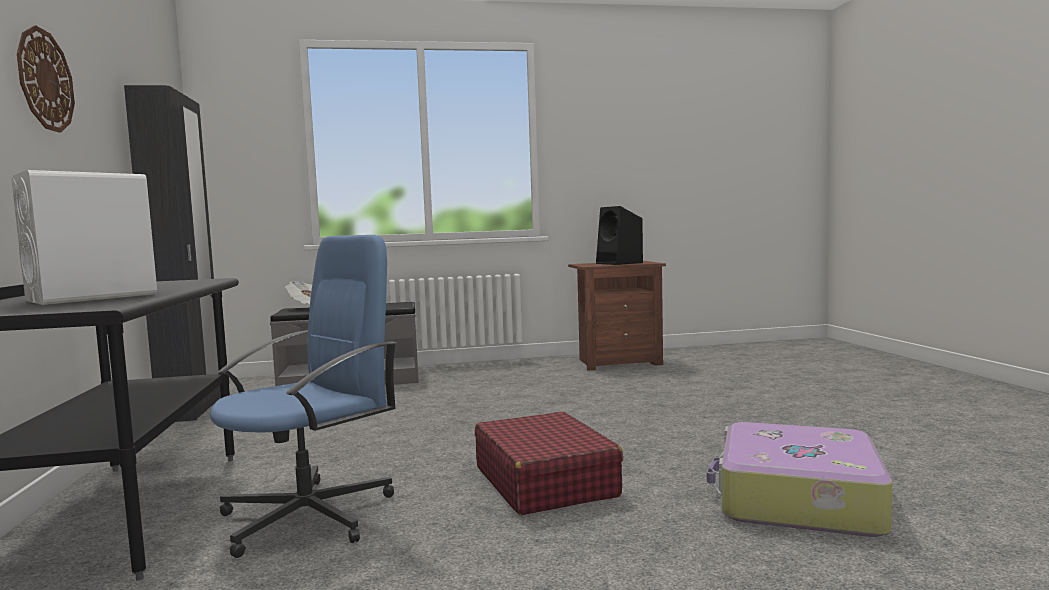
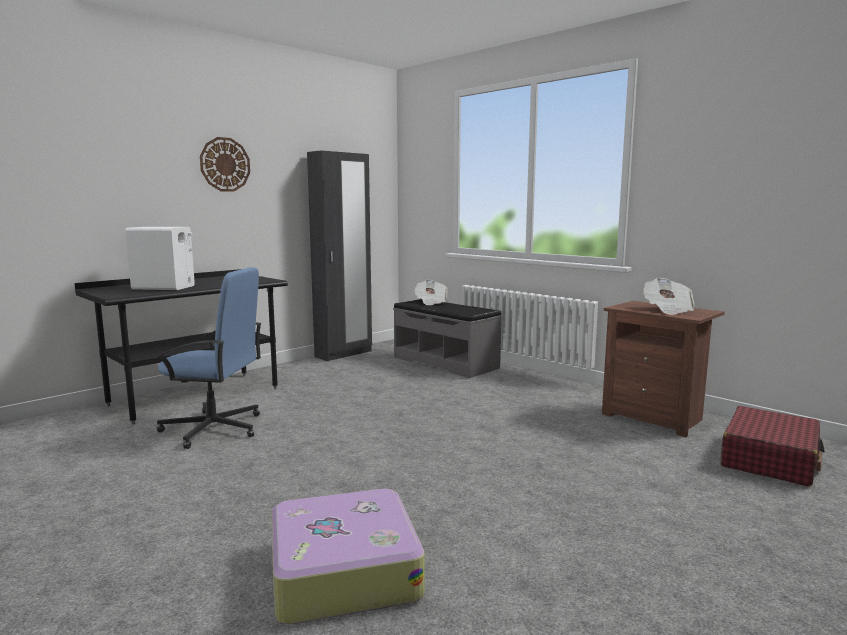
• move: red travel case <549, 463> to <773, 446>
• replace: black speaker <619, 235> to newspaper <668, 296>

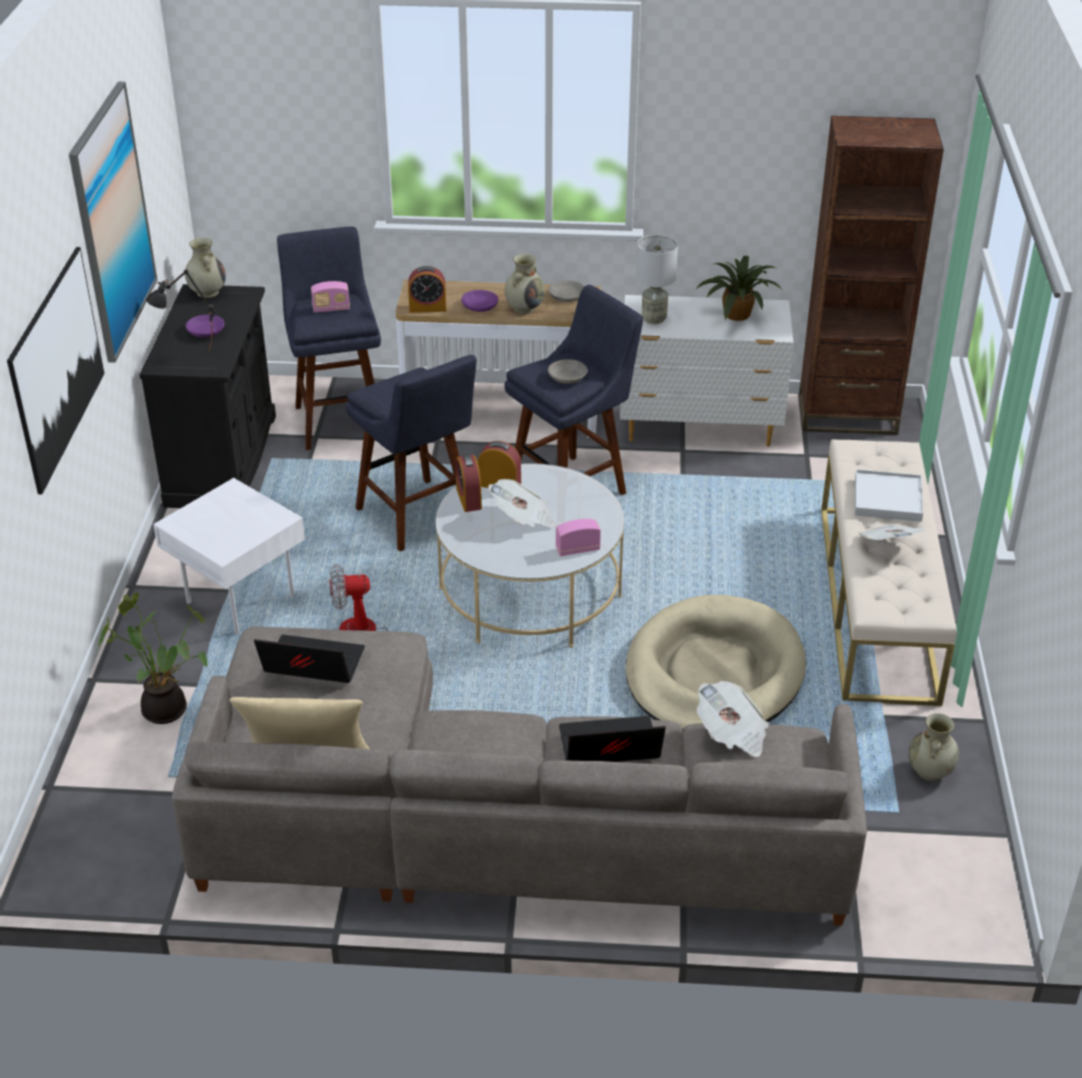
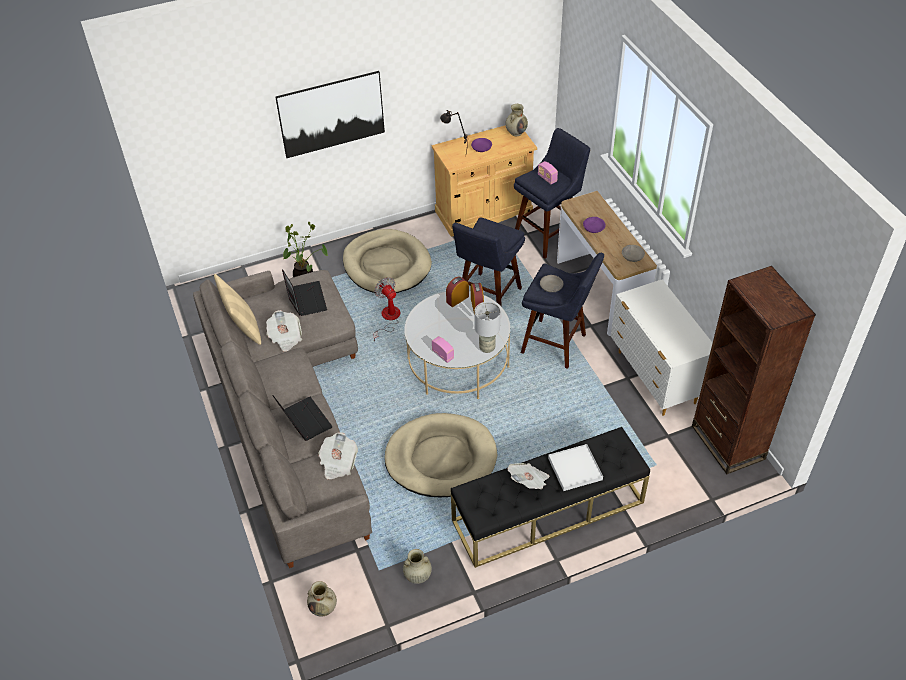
• delete: wall art <113, 222>
• recolor: black storage cabinet <207, 396> to beige storage cabinet <484, 181>
• replace: white end table <229, 556> to beige pet bed <387, 261>
• delete: alarm clock <427, 289>
• move: newspaper <522, 503> to <284, 331>
• move: beige flower vase <525, 284> to <322, 598>
• move: grey lamp for a table <657, 279> to <487, 327>
• delete: plant in a pot <739, 288>
• recolor: beige bench <889, 572> to black bench <550, 497>

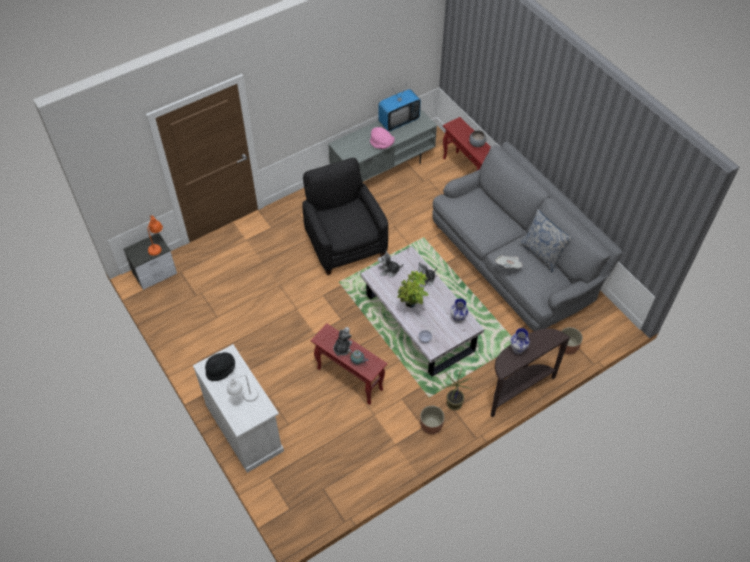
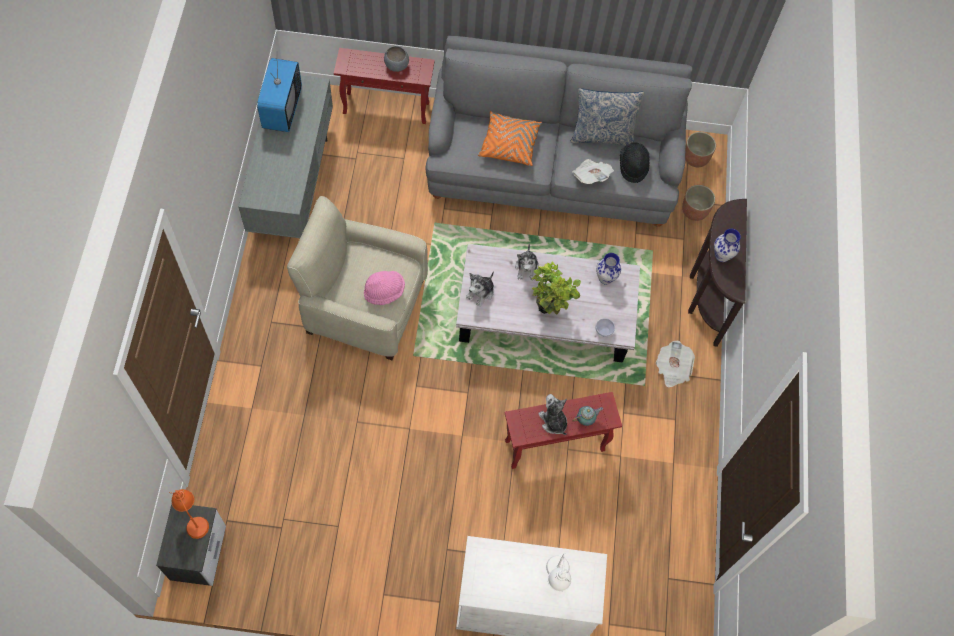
• move: black hat <220, 366> to <635, 162>
• recolor: black armchair <345, 216> to beige armchair <357, 278>
• move: pink-coloured hat <382, 138> to <384, 288>
• move: flower pot <432, 420> to <700, 149>
• replace: plant in a pot <456, 390> to newspaper <675, 364>
• insert: orangey throw pillow <510, 138>

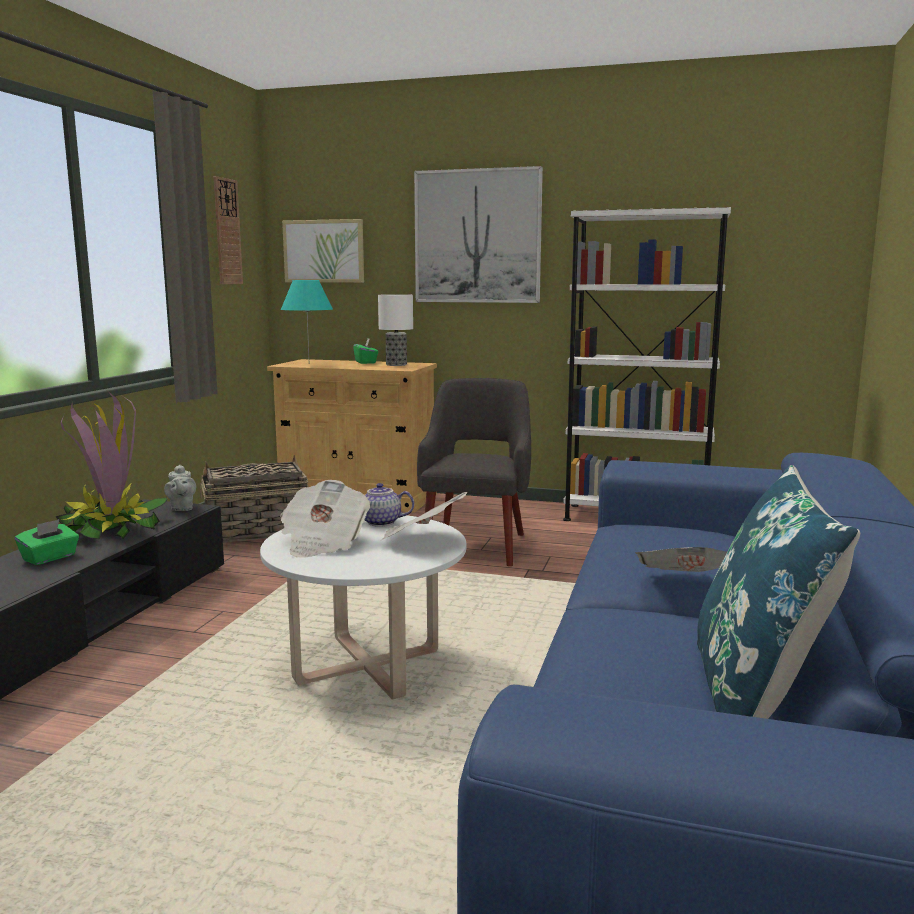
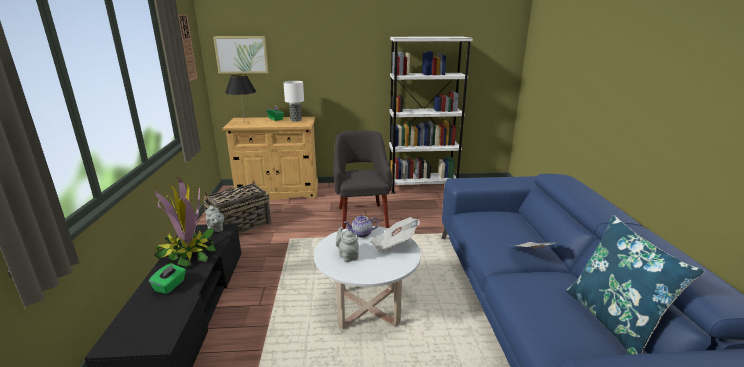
• replace: newspaper <325, 519> to grey teapot <347, 244>
• recolor: turquoise-coloured lamp for a table <307, 318> to black lamp for a table <240, 98>
• delete: wall art <478, 234>

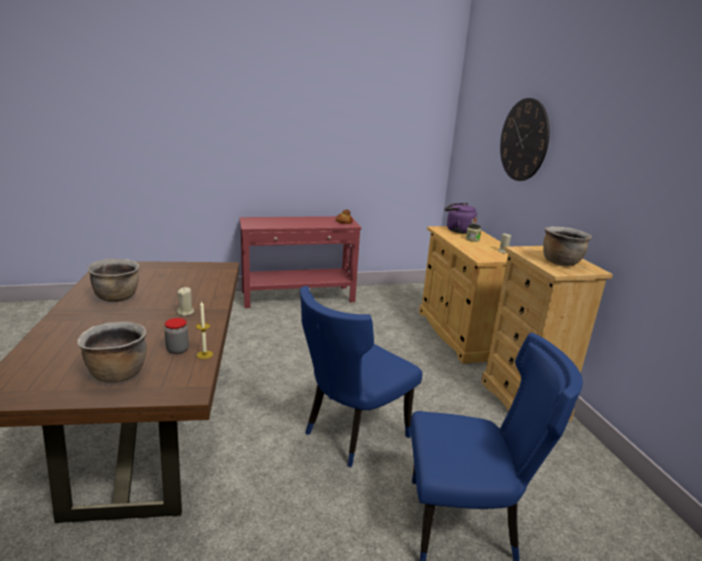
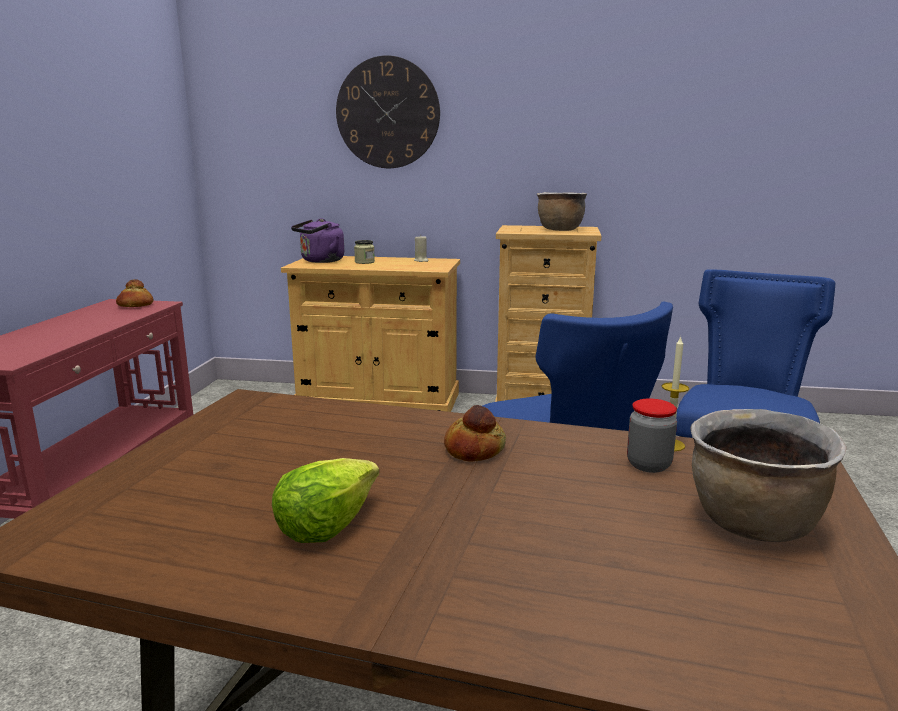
• replace: brown stockpot <113, 280> to lettuce head <325, 500>
• replace: beige candle <185, 301> to baked bread <475, 433>

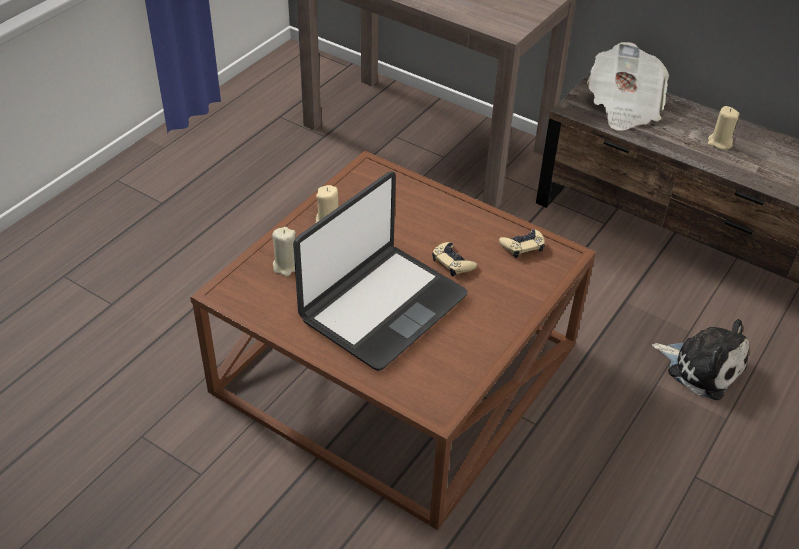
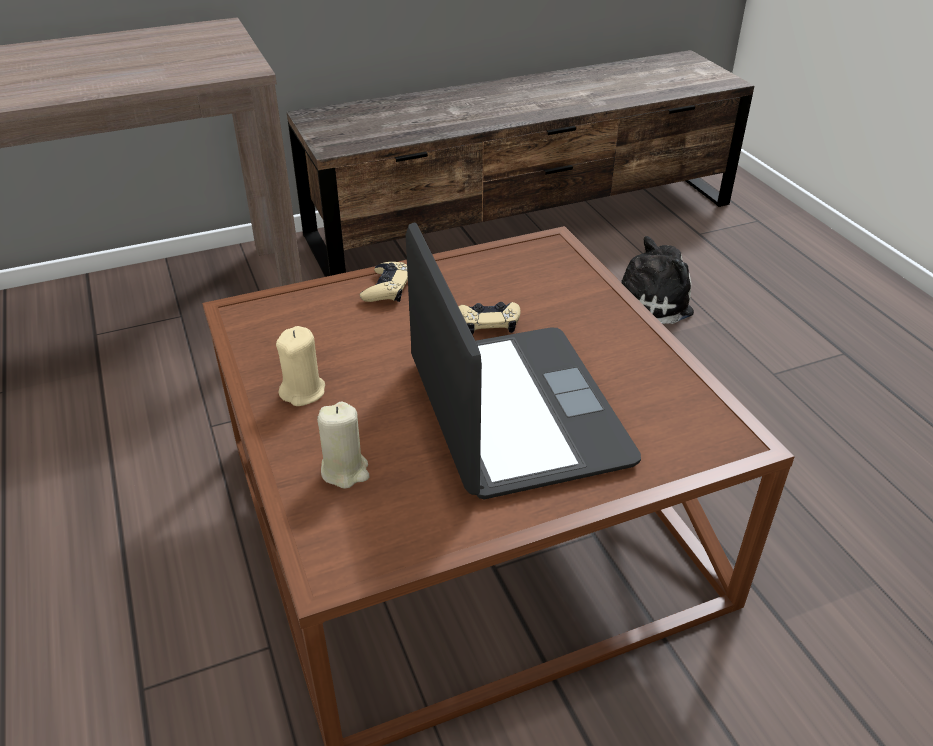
• move: beige game controller <522, 243> to <384, 282>
• delete: newspaper <628, 86>
• delete: beige candle <723, 128>

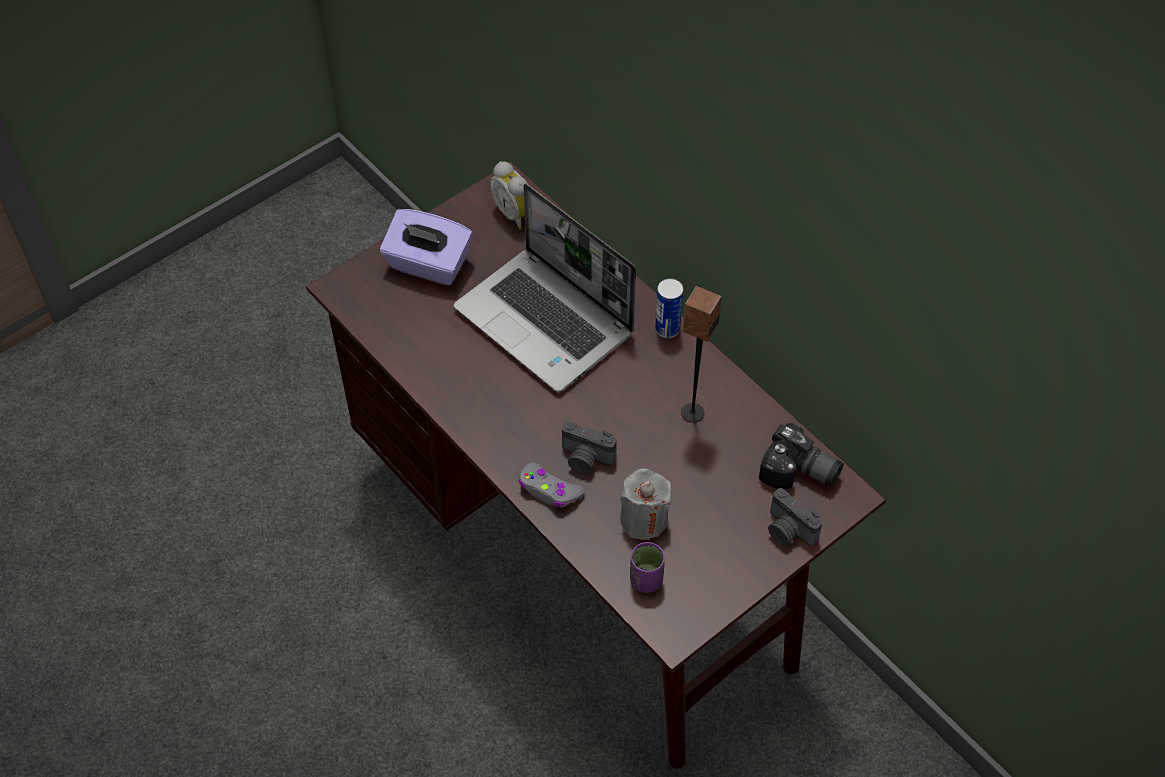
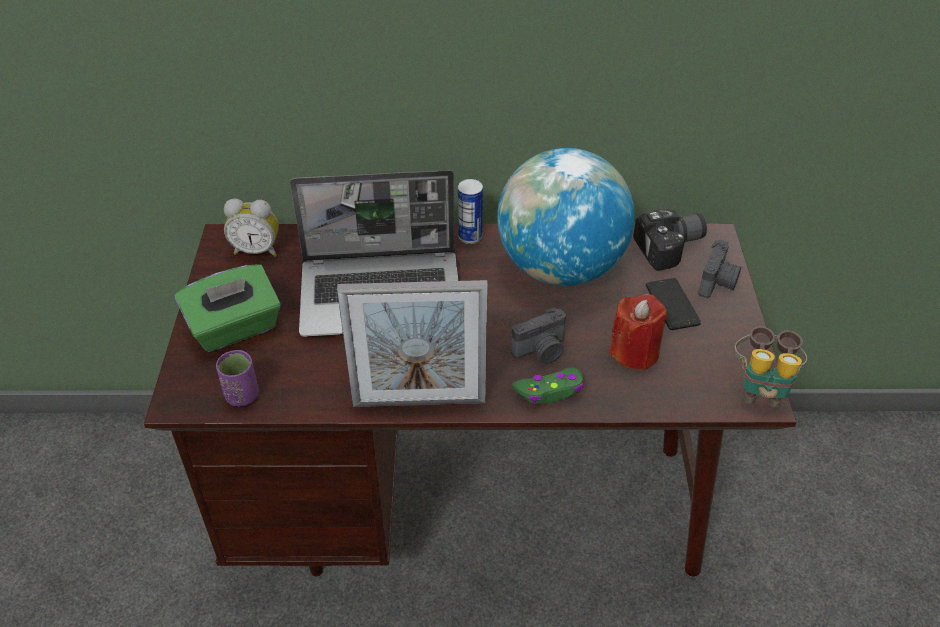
• recolor: purple tissue holder <426, 247> to greenish tissue holder <228, 308>
• recolor: grey game controller <551, 485> to greenish game controller <547, 385>
• recolor: grey candle <645, 504> to red candle <638, 332>
• move: purple cup <647, 567> to <237, 378>
• replace: speaker <701, 354> to world globe <566, 217>
• rotate: photo camera <795, 517> = <719, 269> 60 degrees counterclockwise
• insert: photo frame <412, 343>
• insert: handset <673, 304>
• insert: pair of binoculars <770, 367>

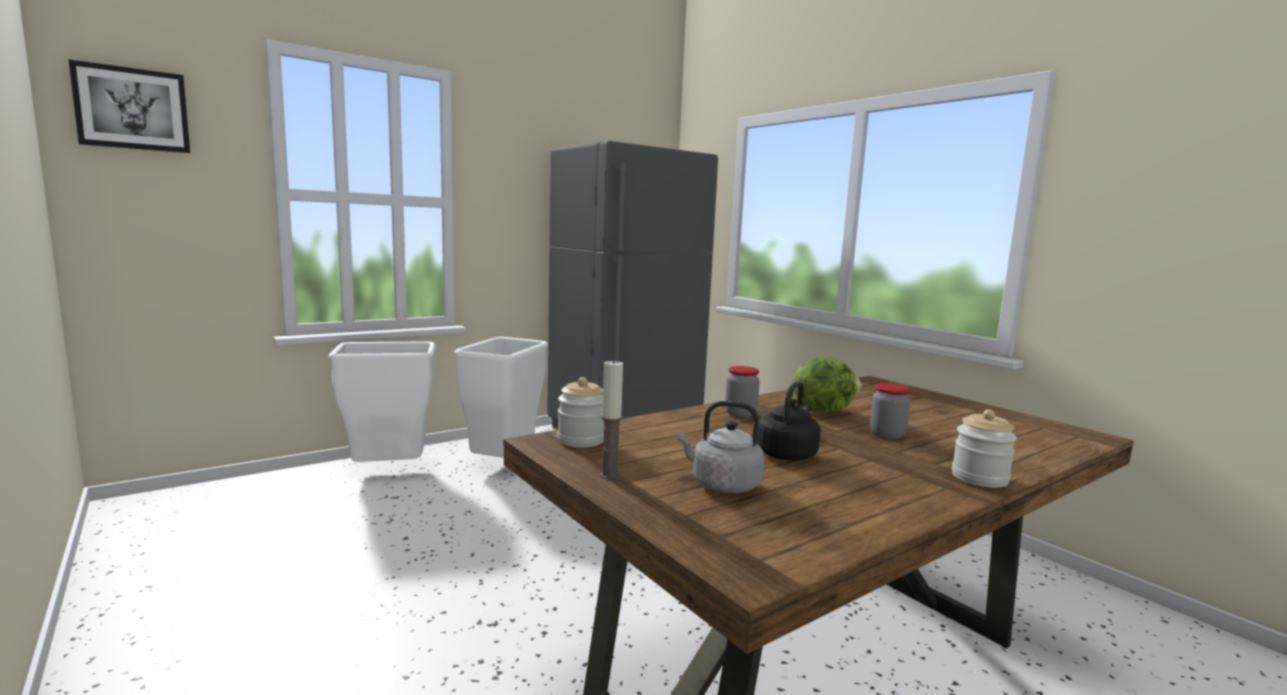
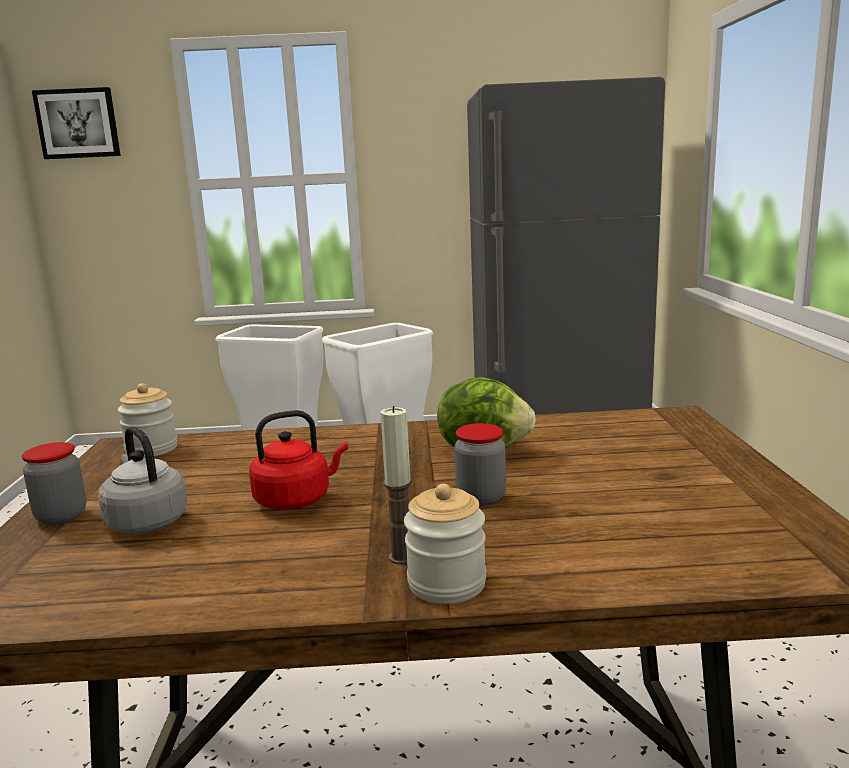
• move: candle <611, 419> to <396, 485>
• move: storage jar <742, 392> to <54, 483>
• recolor: black tea kettle <789, 421> to red tea kettle <298, 460>

